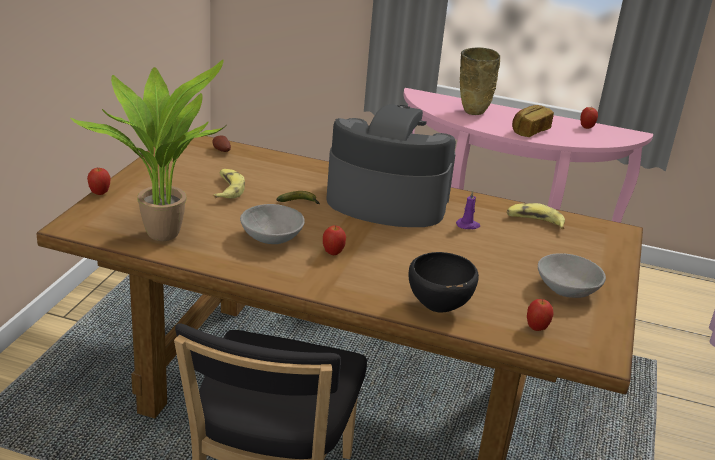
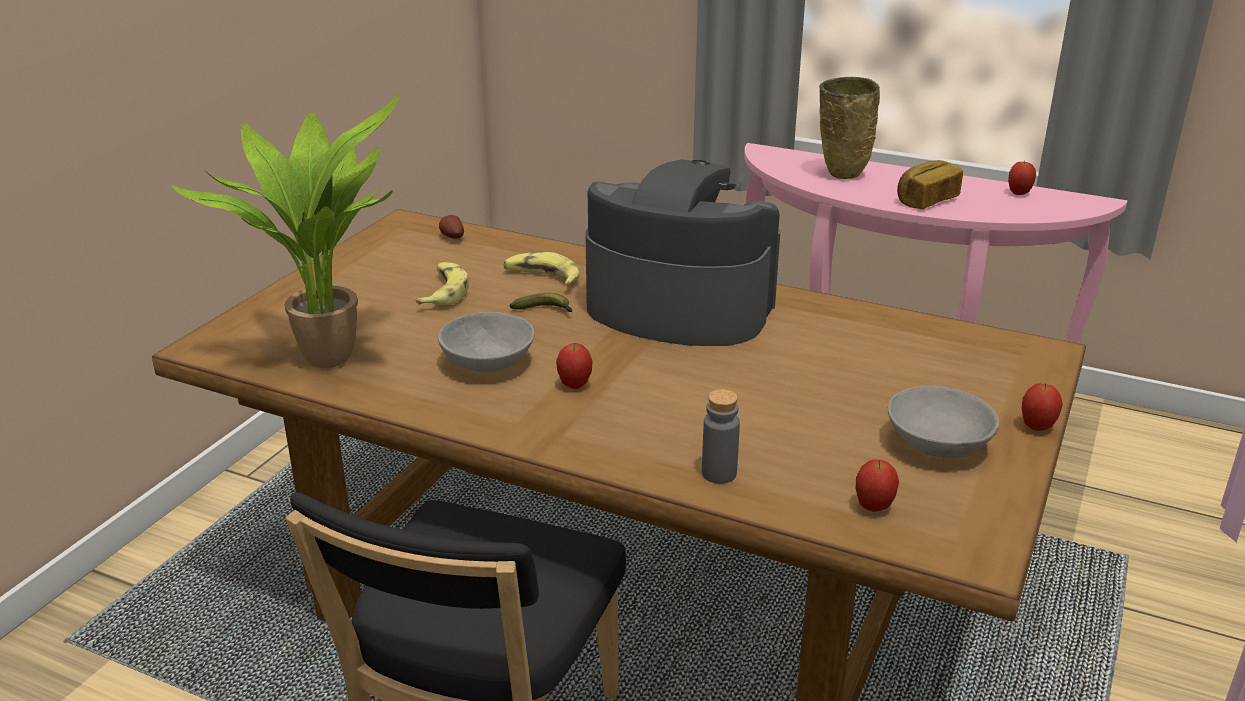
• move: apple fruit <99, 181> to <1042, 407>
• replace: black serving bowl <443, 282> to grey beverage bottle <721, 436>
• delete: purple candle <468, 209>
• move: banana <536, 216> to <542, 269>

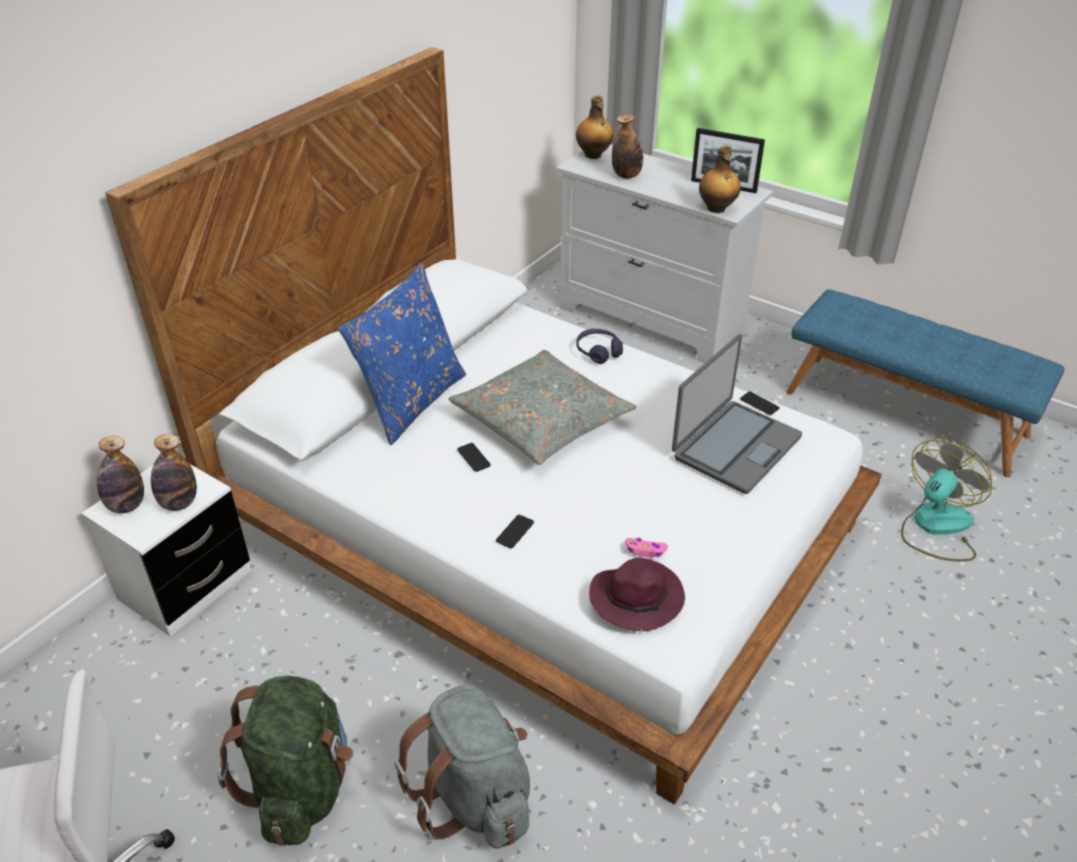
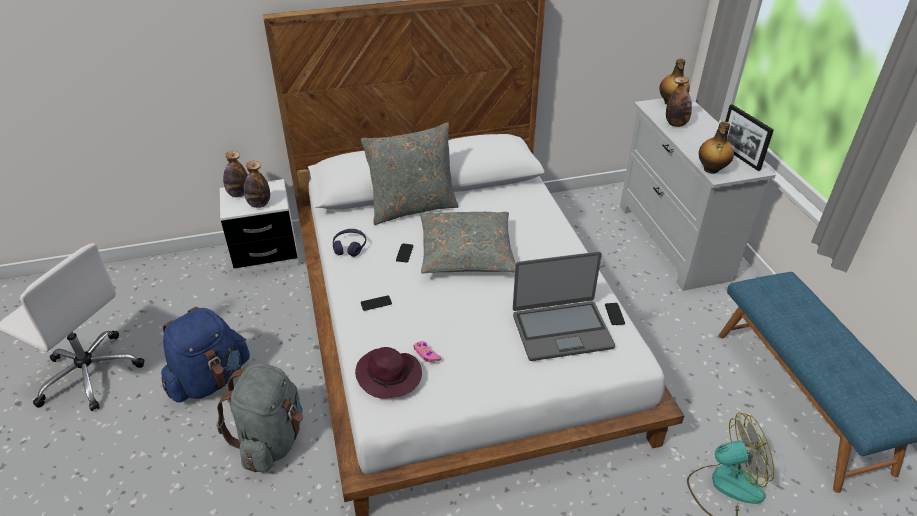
• recolor: greenish backpack <285, 761> to blue-coloured backpack <205, 354>
• recolor: blue-coloured throw pillow <402, 354> to grey throw pillow <410, 174>
• move: purple headset <599, 346> to <349, 243>

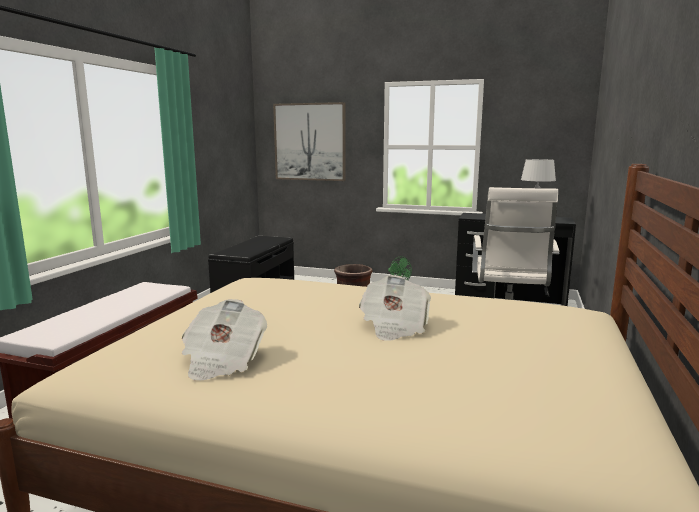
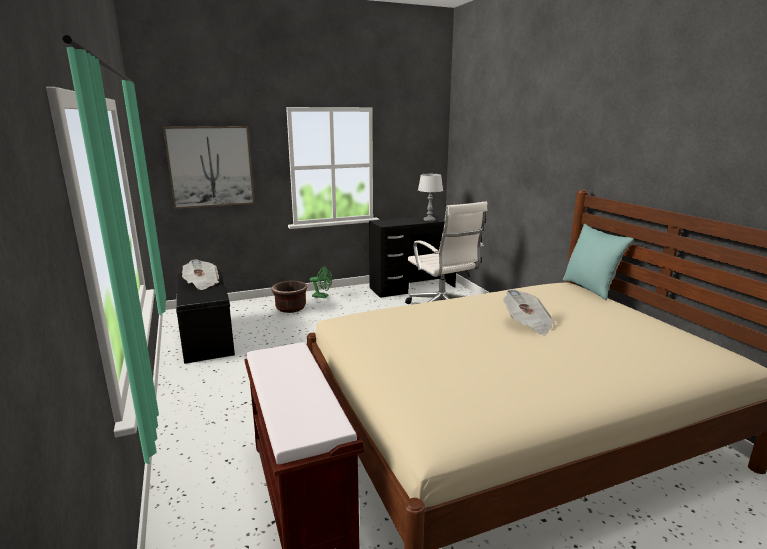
• move: newspaper <224, 339> to <200, 275>
• insert: turquoise-coloured throw pillow <598, 262>

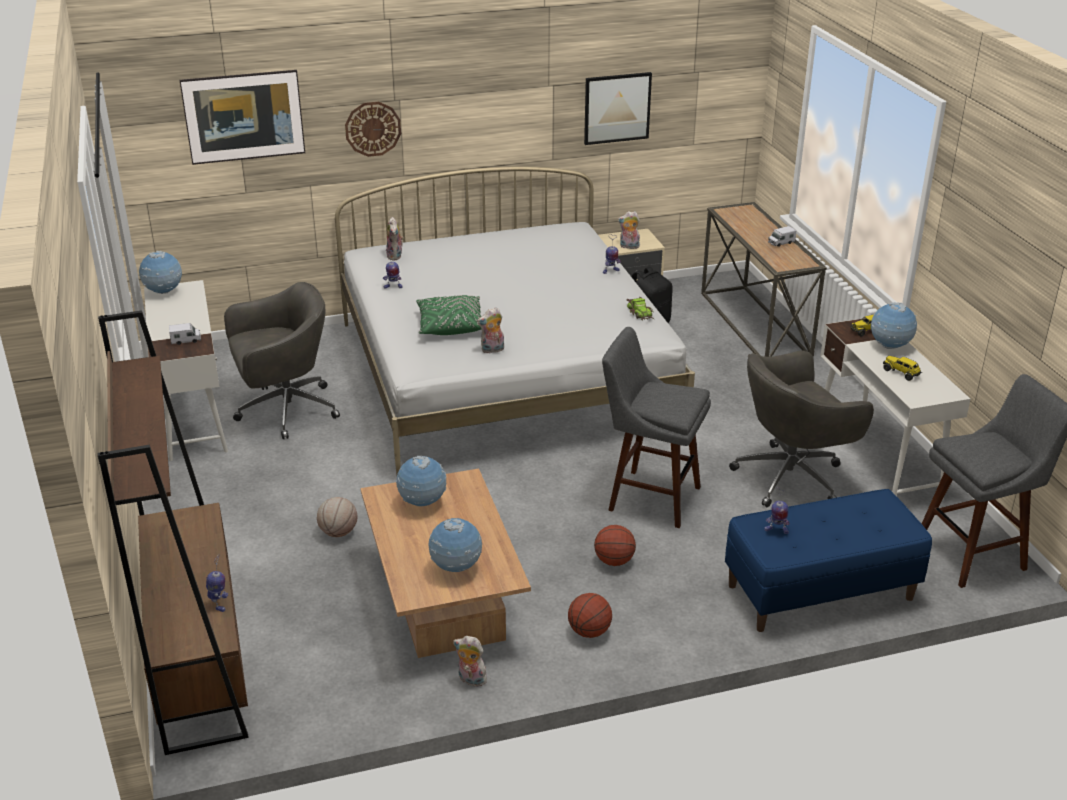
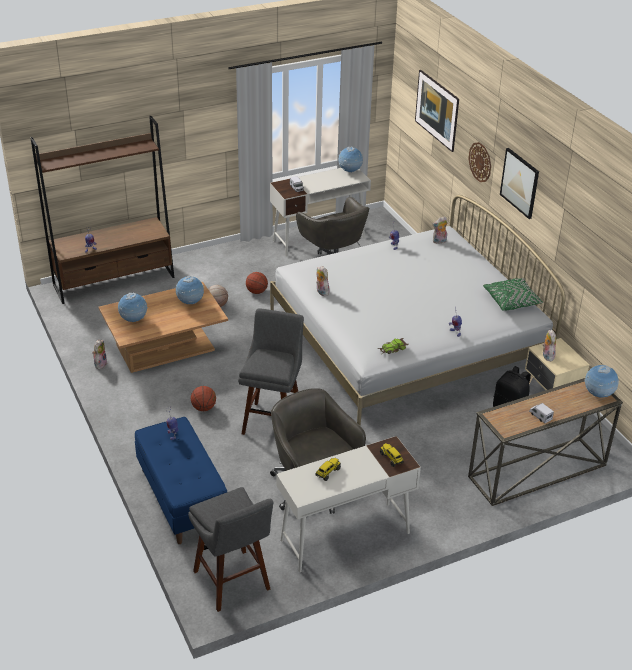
• move: greenish throw pillow <448, 315> to <513, 294>
• move: ball for basketball <590, 615> to <257, 283>
• move: wall art <618, 108> to <519, 183>
• move: world globe <894, 325> to <601, 381>

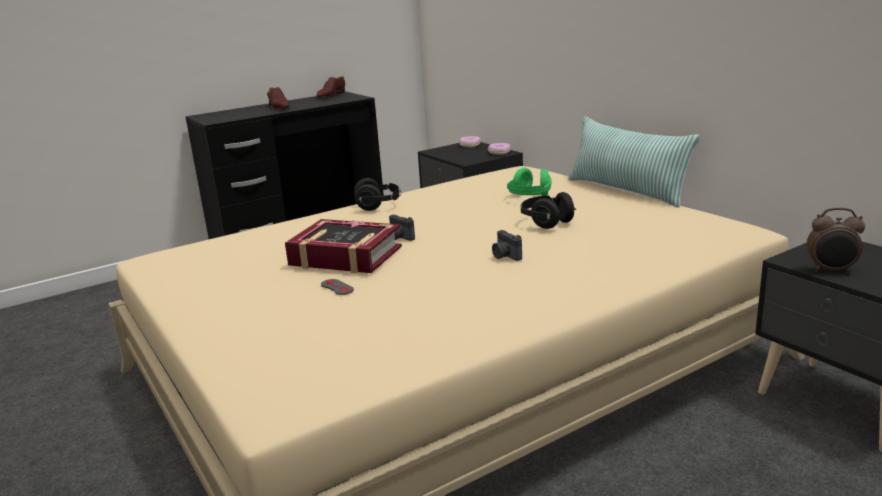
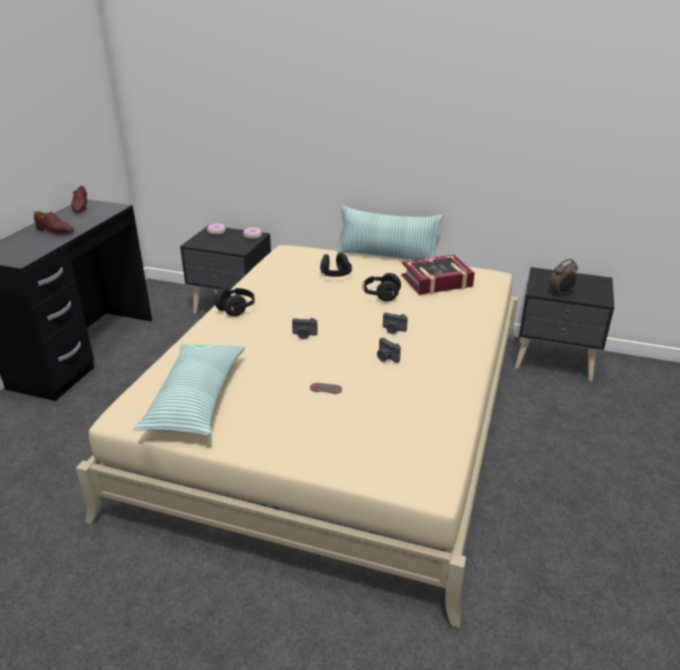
• move: book <343, 246> to <438, 275>
• recolor: greenish headset <529, 182> to black headset <336, 265>
• insert: throw pillow <189, 390>
• insert: photo camera <389, 350>

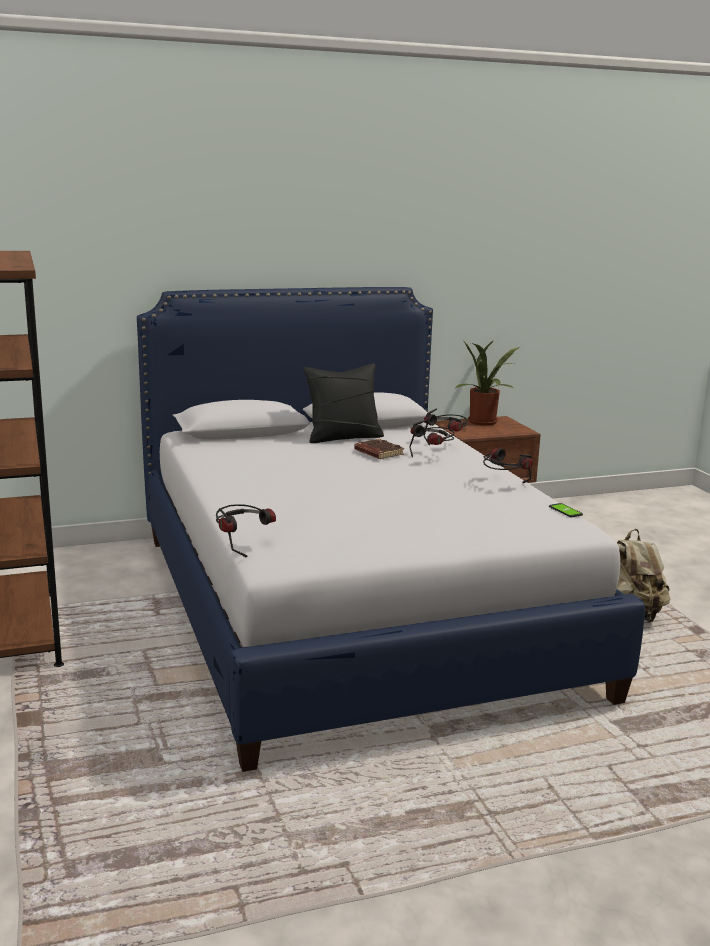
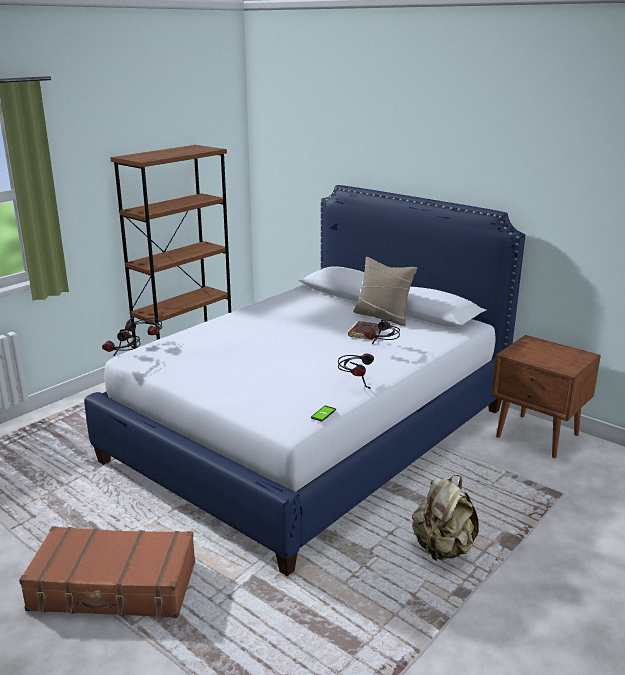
• recolor: black throw pillow <343, 403> to beige throw pillow <385, 291>
• move: headset <445, 427> to <121, 342>
• delete: plant in a pot <487, 383>
• insert: brown travel case <107, 572>

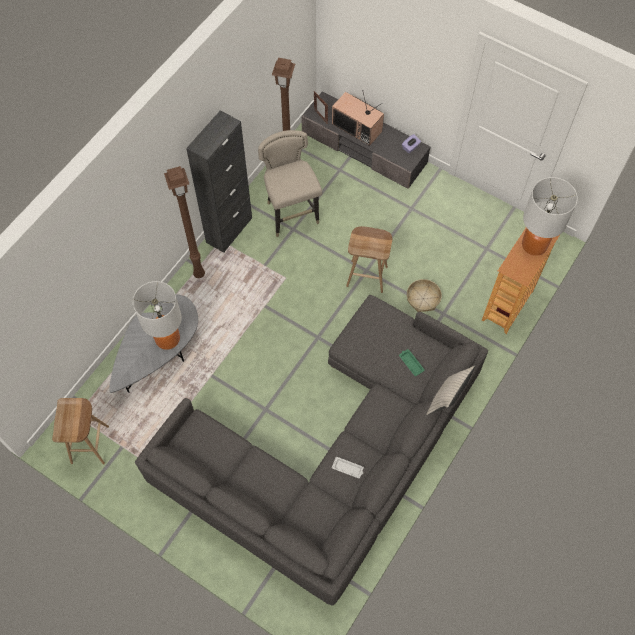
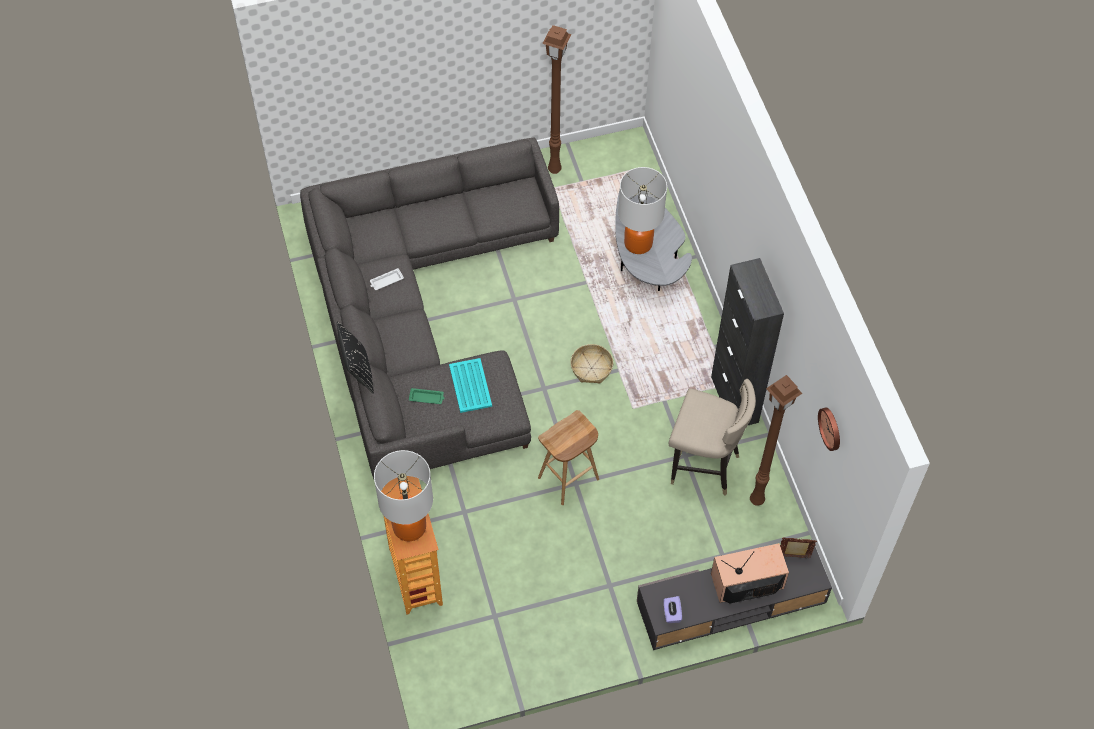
• delete: brown sitting stool <80, 431>
• move: brown standing lamp <184, 222> to <556, 99>
• move: basket <424, 295> to <592, 364>
• recolor: beige throw pillow <450, 390> to black throw pillow <355, 357>
• insert: turquoise-coloured carrying tray <470, 385>
• insert: hanging clock <829, 429>

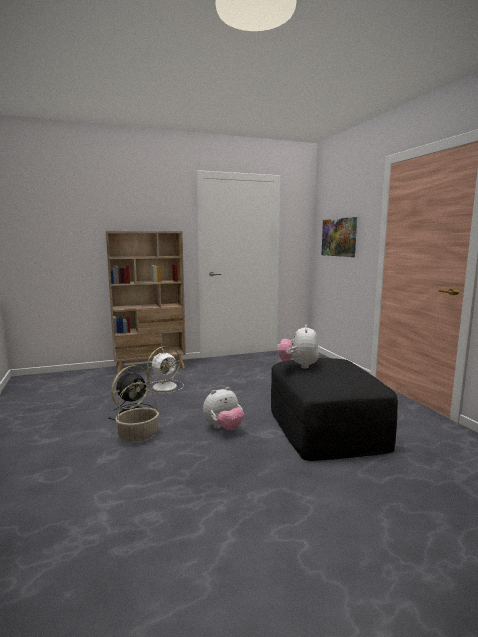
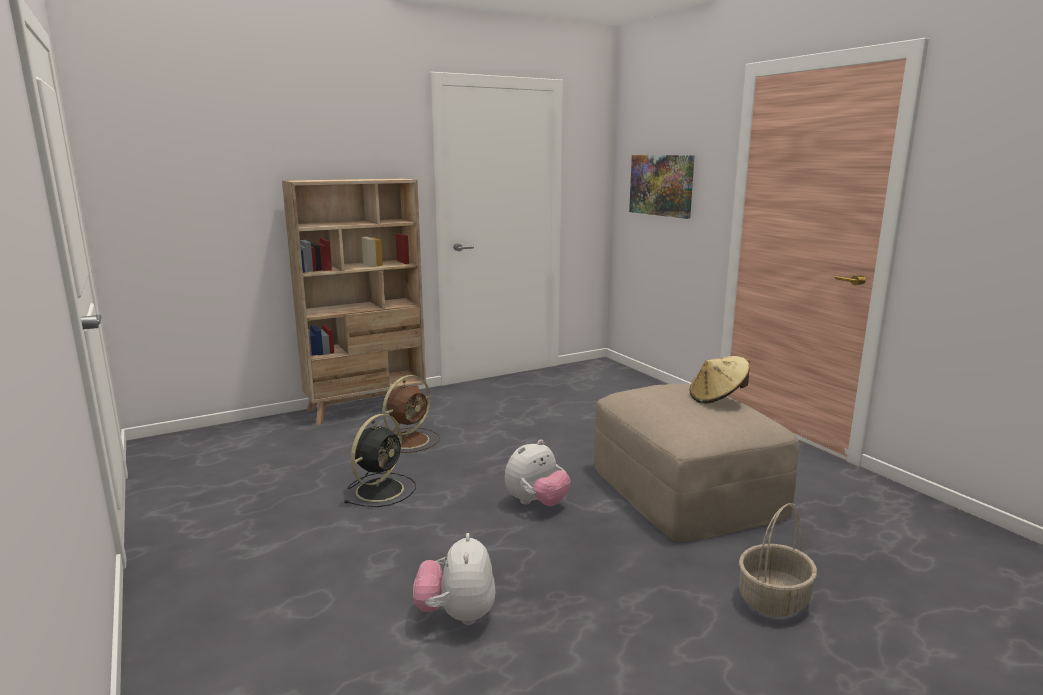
• move: basket <137, 412> to <778, 560>
• recolor: white cooling fan <165, 369> to brown cooling fan <411, 414>
• recolor: black footrest <334, 409> to beige footrest <696, 463>
• move: cuddly toy <298, 347> to <454, 579>
• insert: beige hat <720, 380>

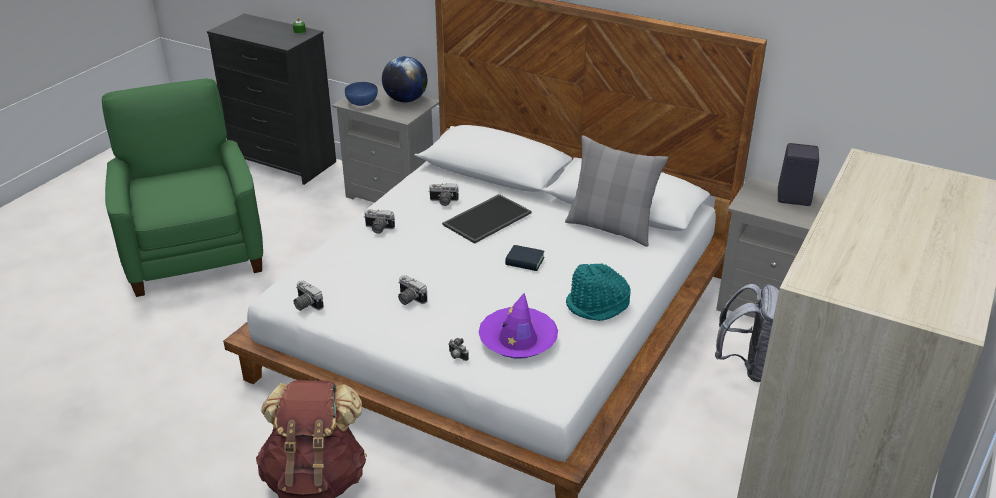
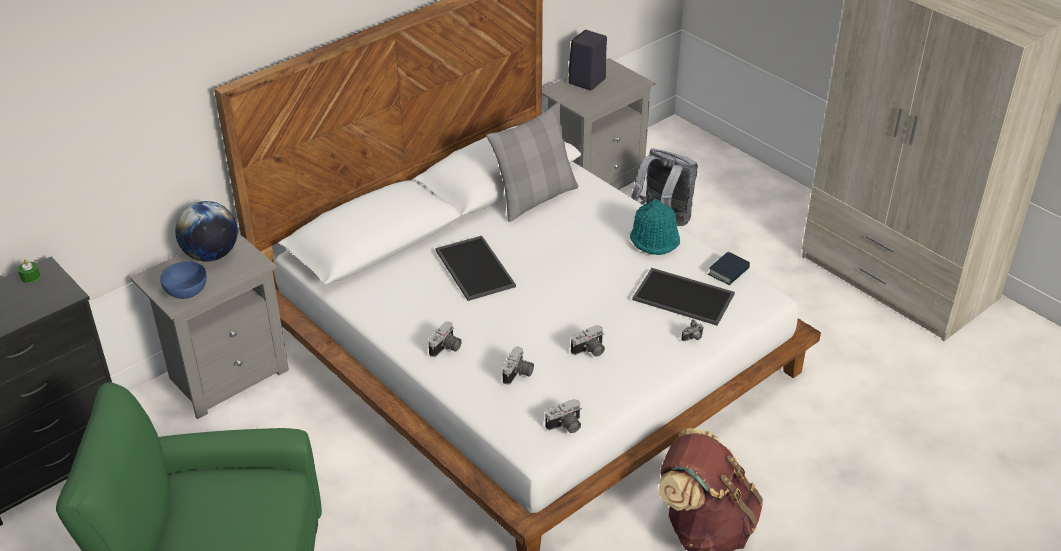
• move: photo camera <444, 194> to <518, 366>
• replace: purple hat <518, 325> to carrying tray <683, 297>
• move: book <525, 258> to <729, 268>

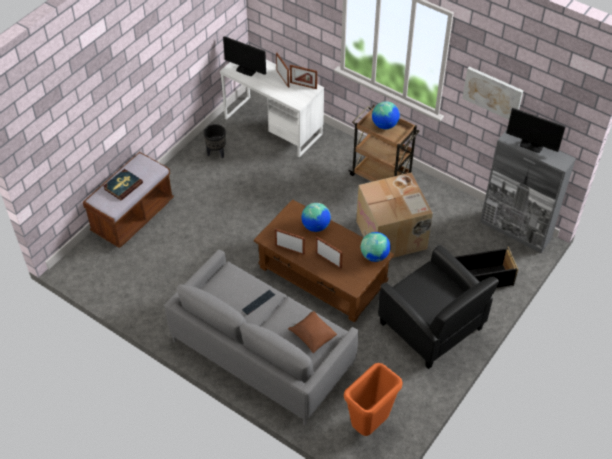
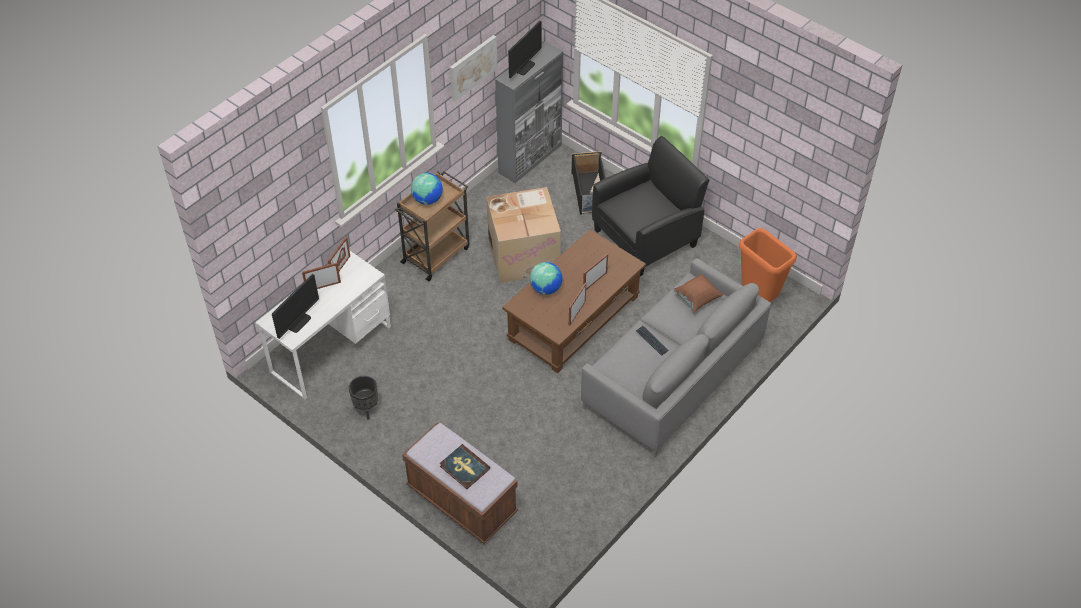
• delete: world globe <375, 247>

